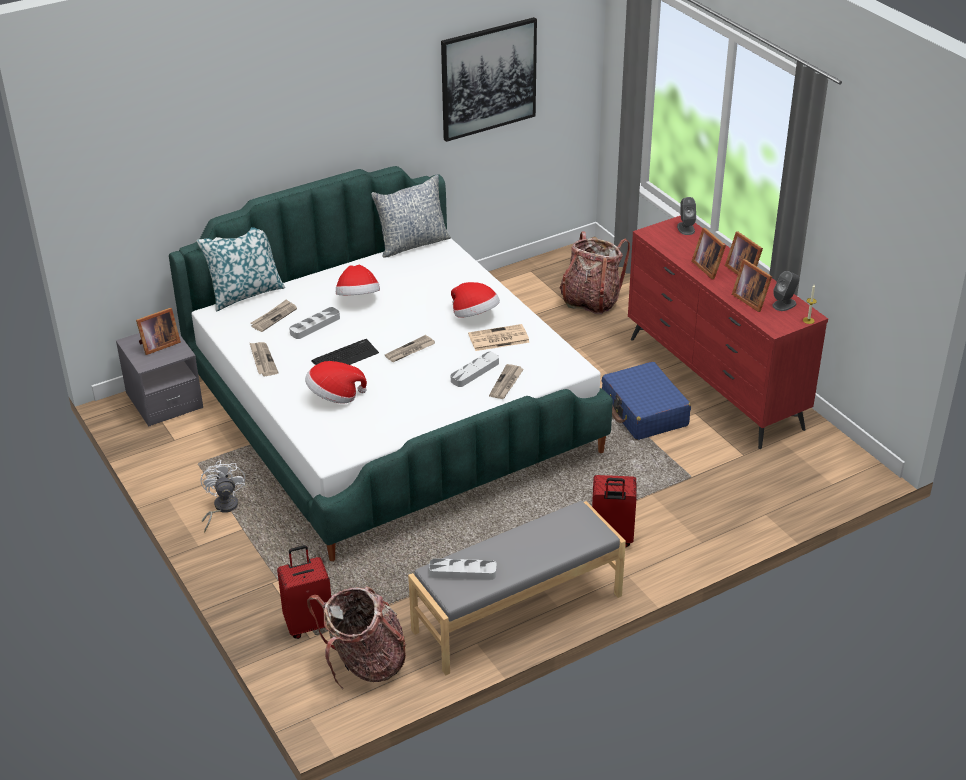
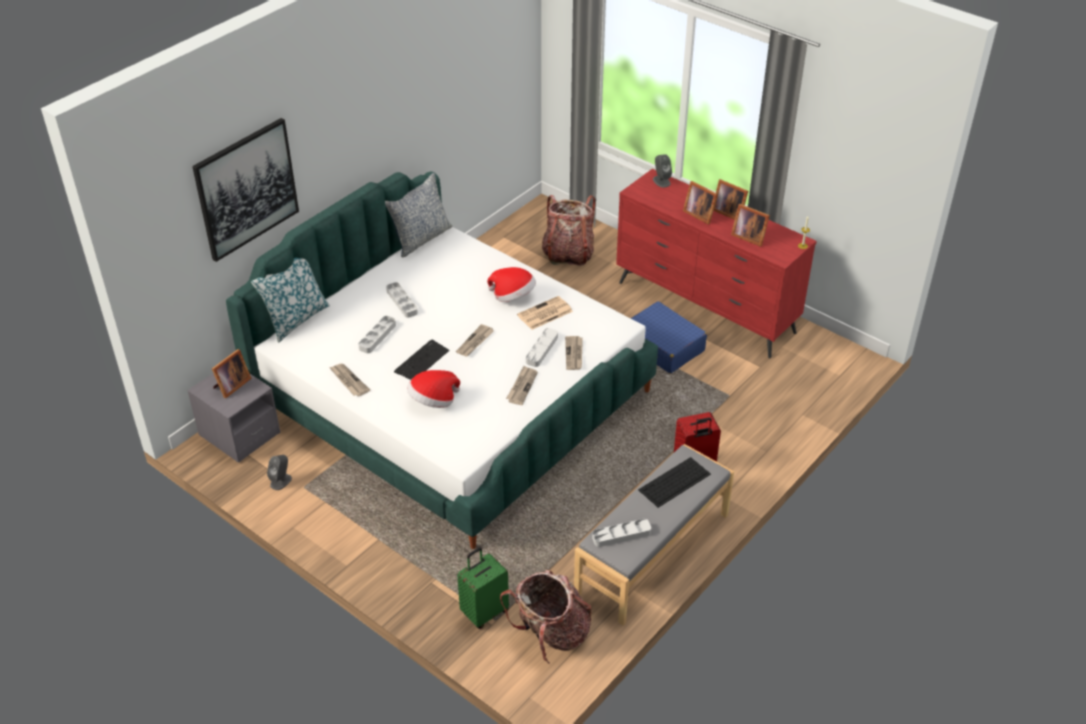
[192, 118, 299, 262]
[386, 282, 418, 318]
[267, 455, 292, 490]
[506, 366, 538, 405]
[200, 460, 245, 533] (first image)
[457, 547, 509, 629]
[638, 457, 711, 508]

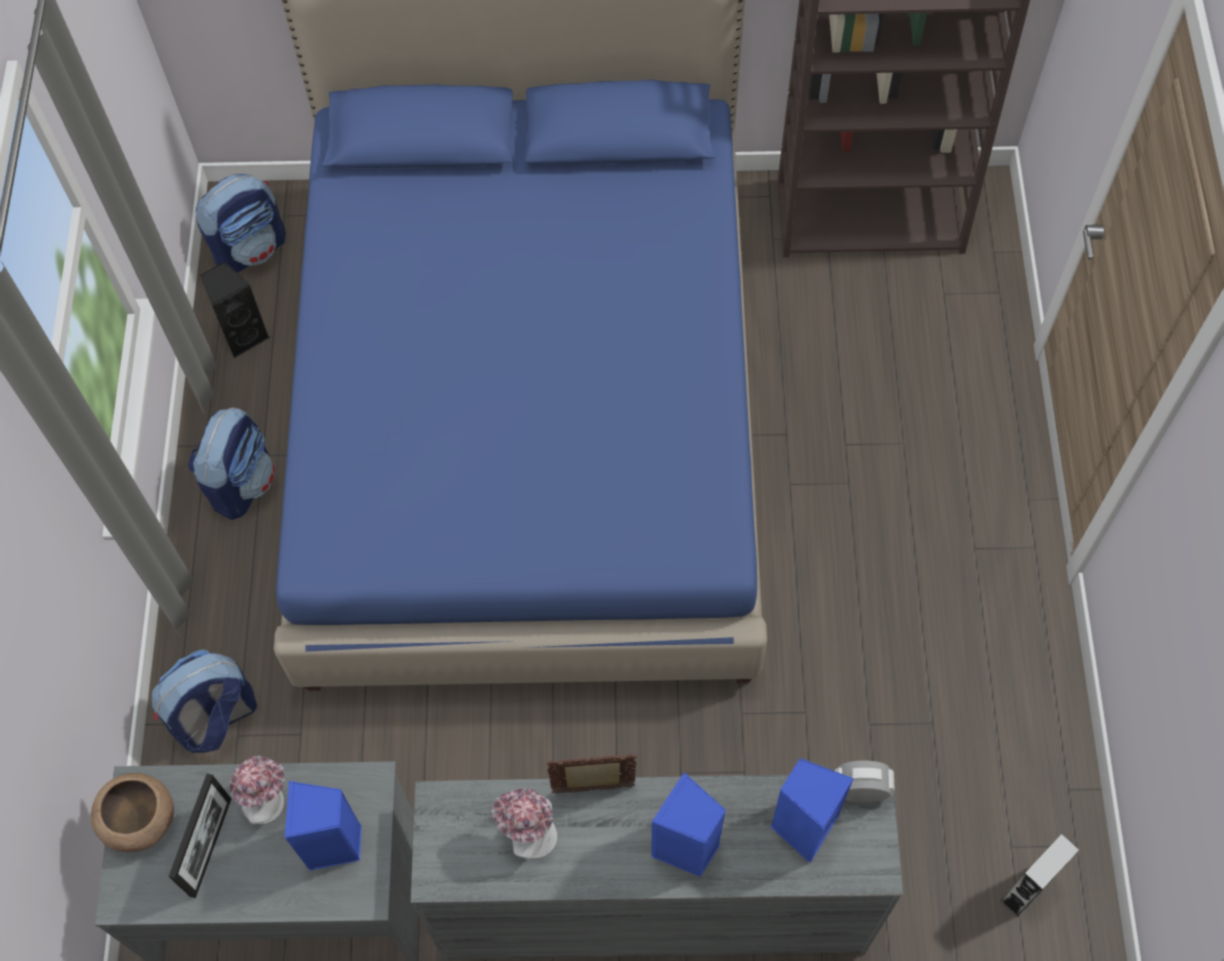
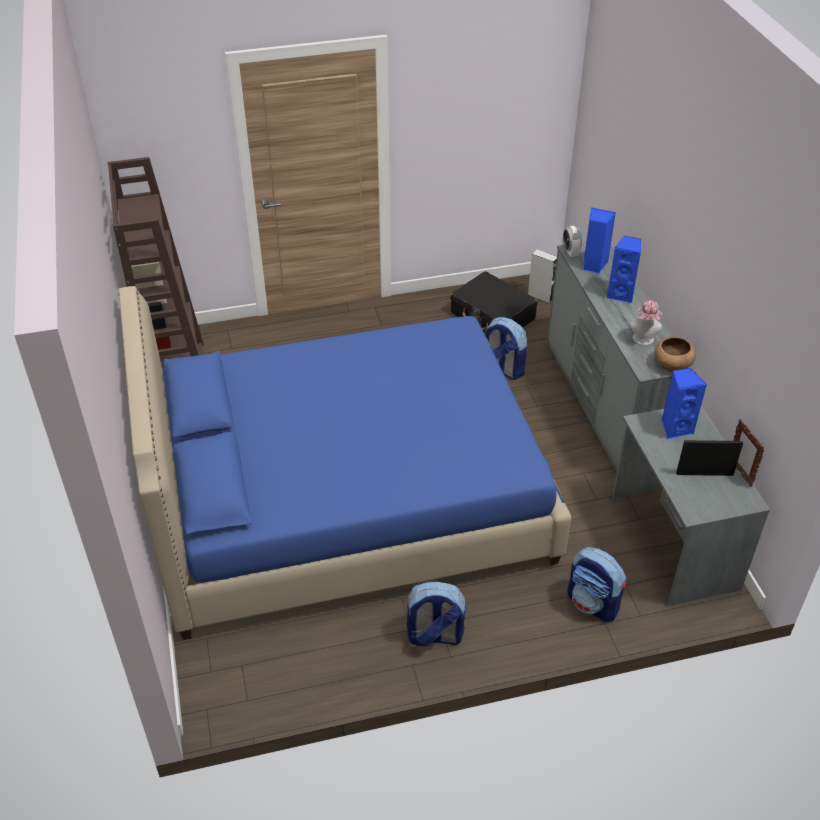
[485, 317, 527, 380]
[200, 261, 270, 358] (first image)
[733, 419, 765, 487]
[230, 756, 285, 824] (first image)
[654, 337, 696, 372]
[450, 271, 537, 333]

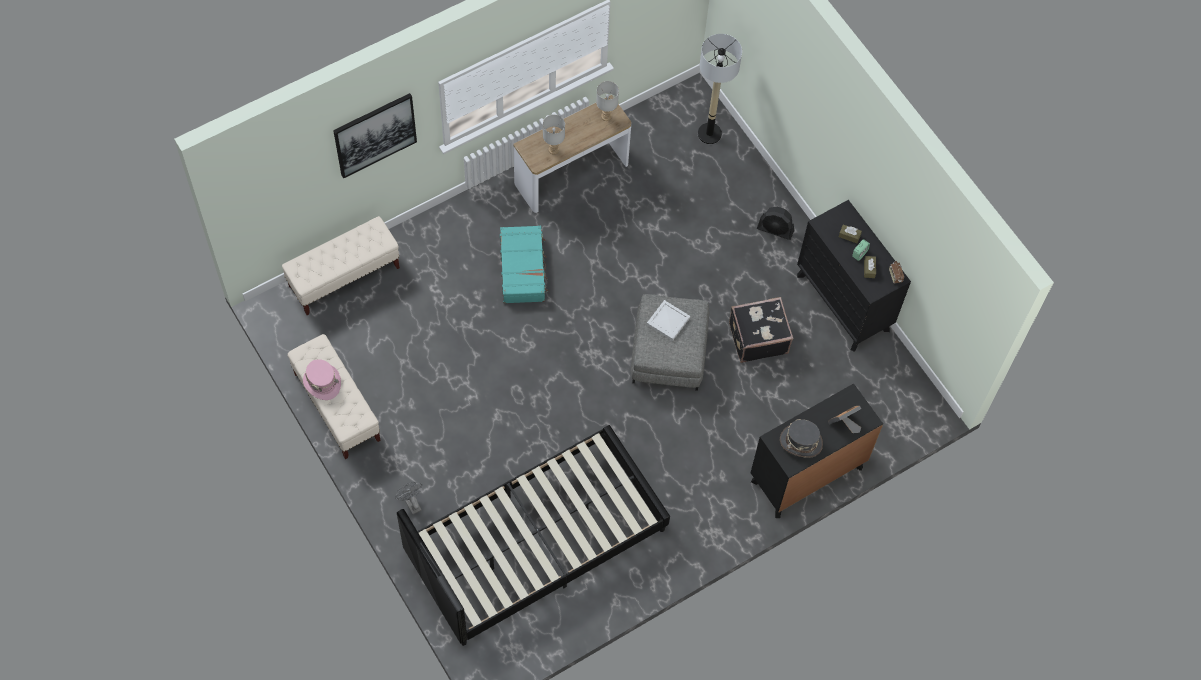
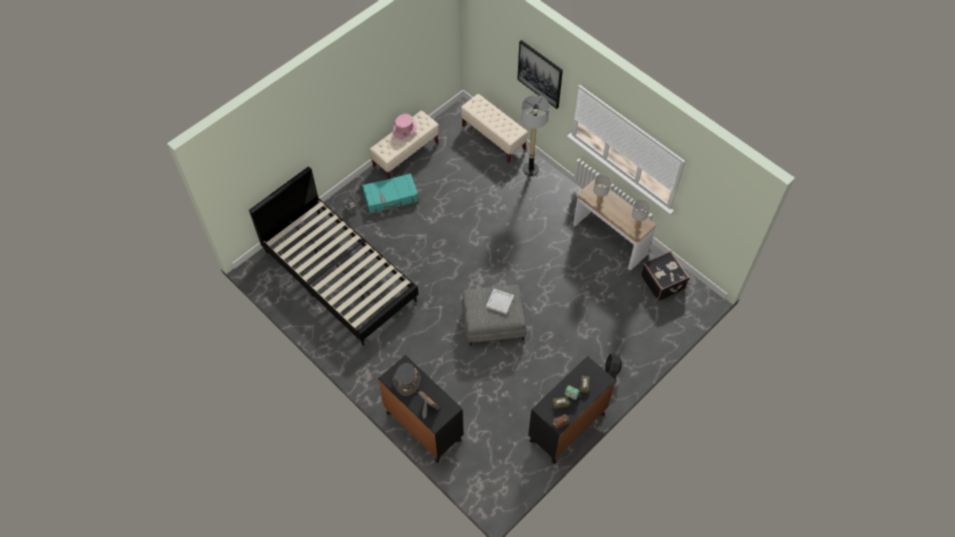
[521, 95, 550, 176]
[362, 173, 418, 213]
[640, 251, 690, 301]

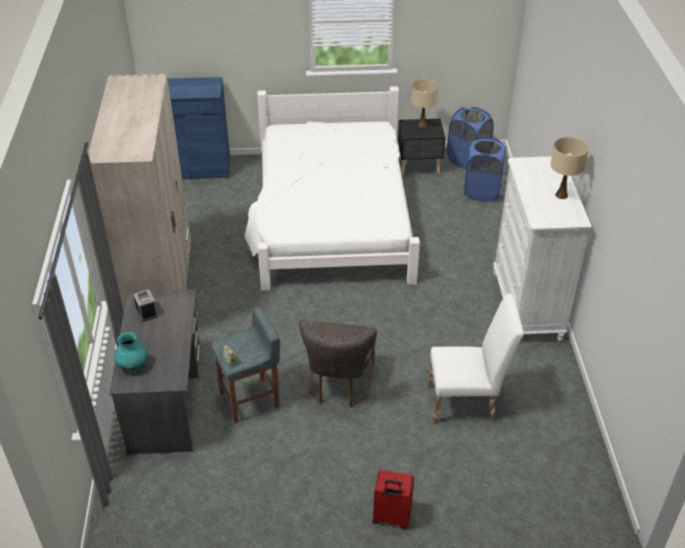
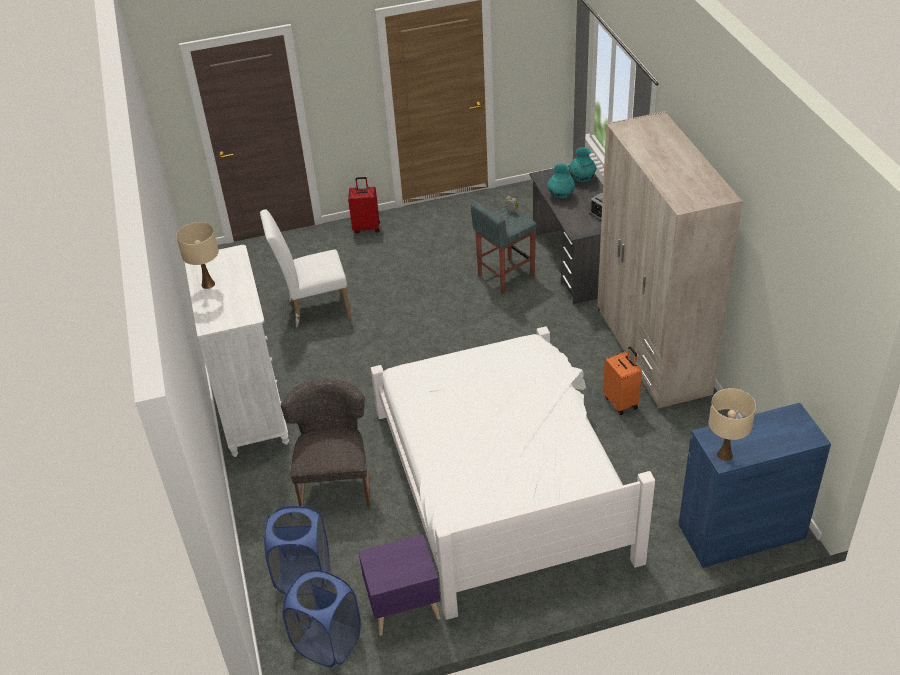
[709, 388, 756, 461]
[358, 535, 440, 636]
[281, 378, 370, 507]
[547, 164, 575, 198]
[603, 346, 642, 415]

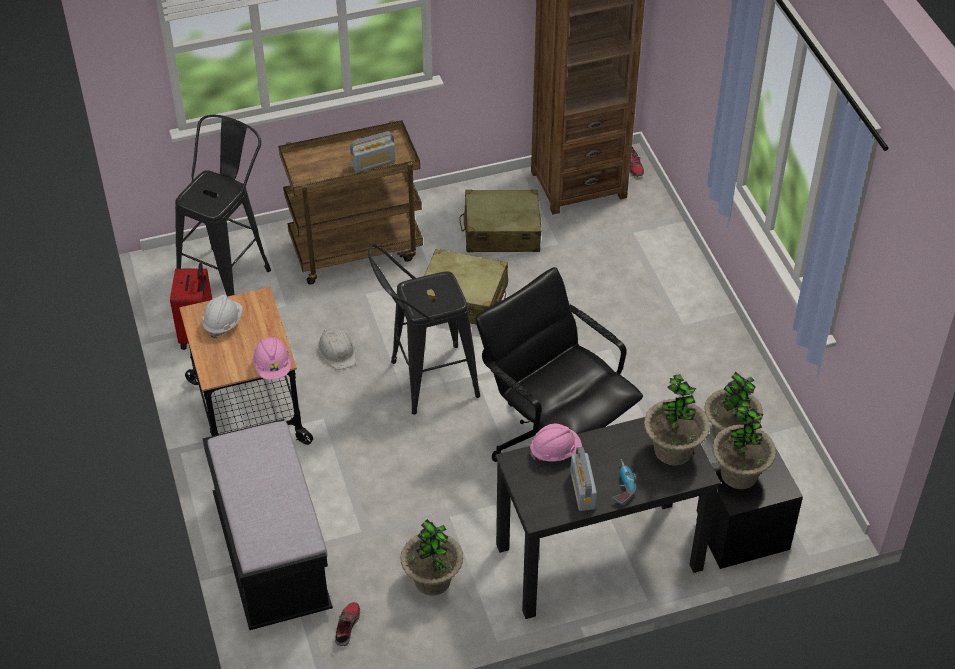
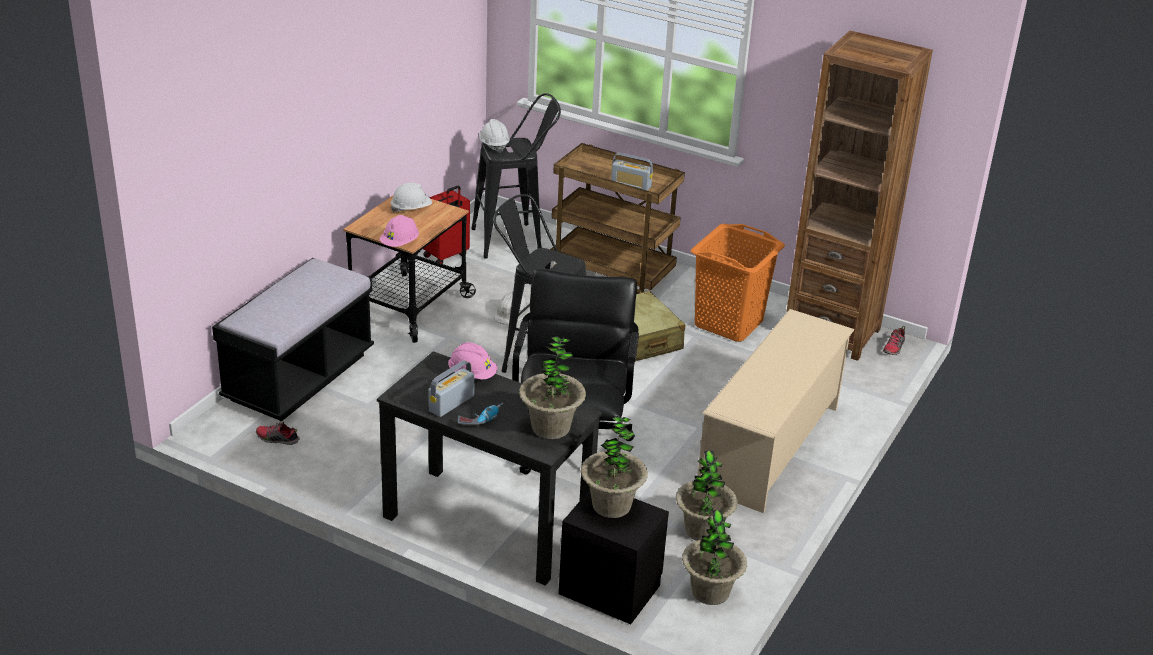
[691, 224, 785, 342]
[682, 510, 747, 605]
[256, 420, 300, 445]
[479, 119, 510, 153]
[697, 309, 854, 513]

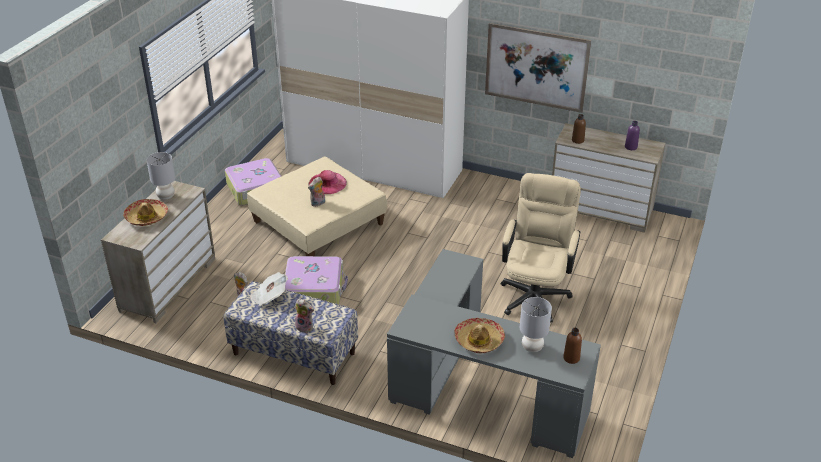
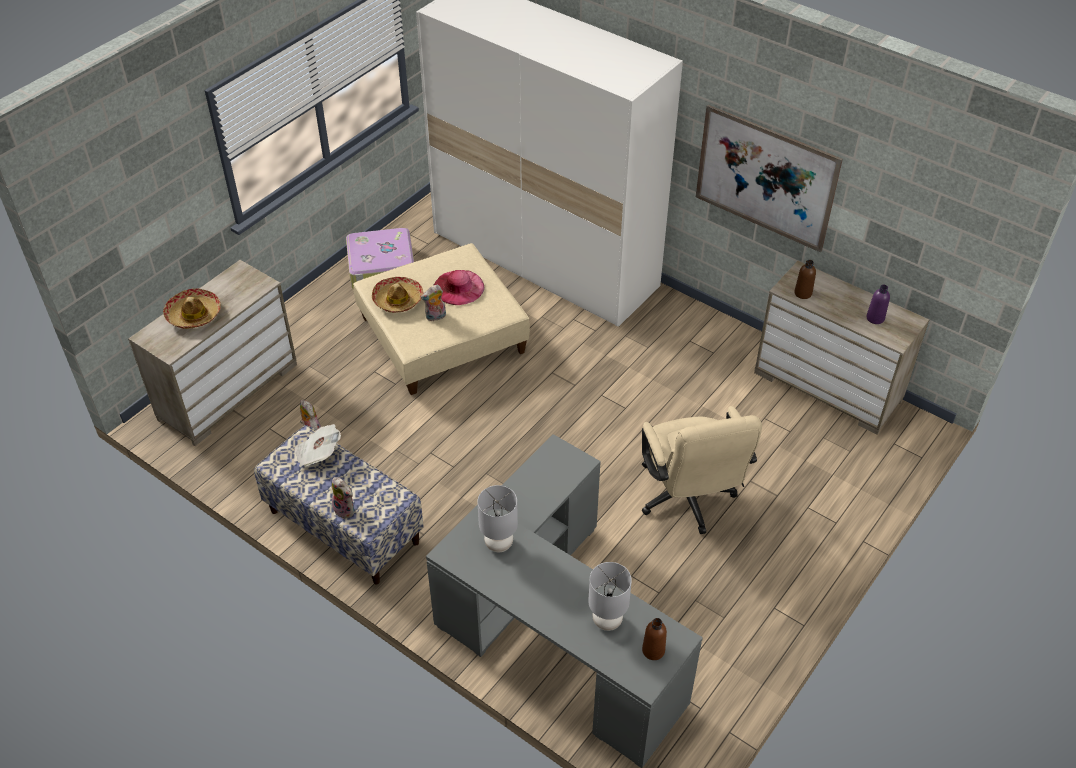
[478, 485, 518, 552]
[642, 406, 762, 534]
[285, 256, 348, 304] (first image)
[372, 277, 423, 313]

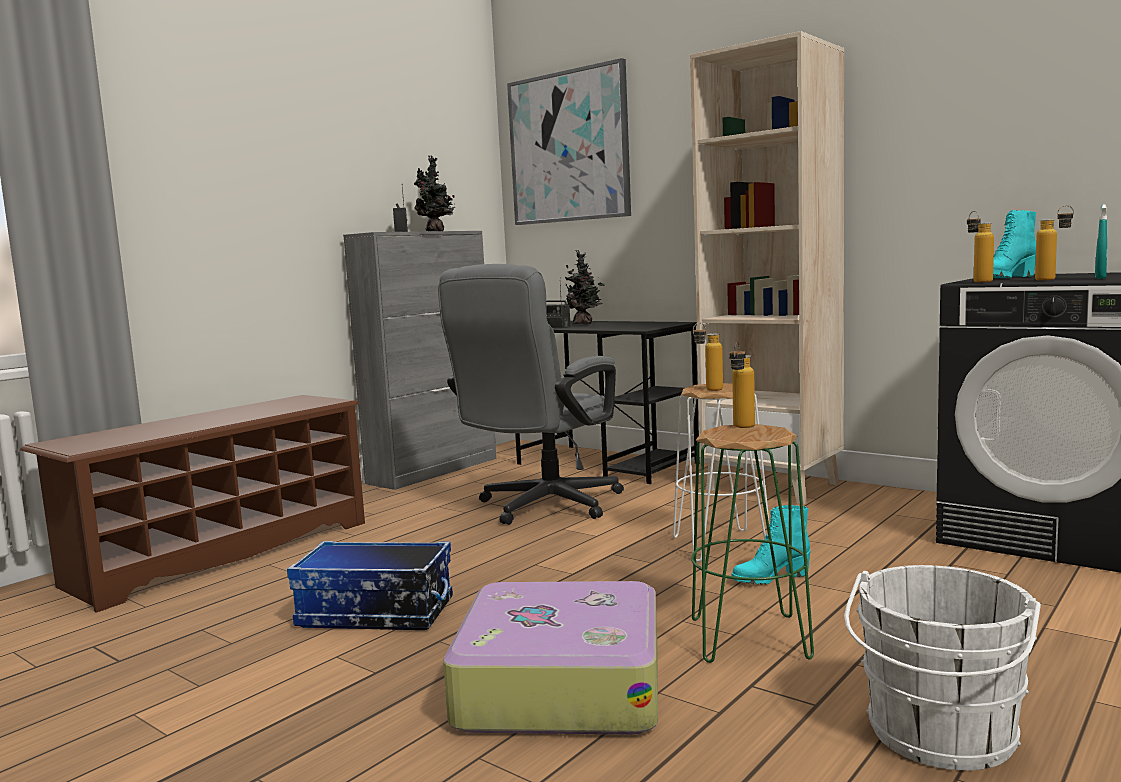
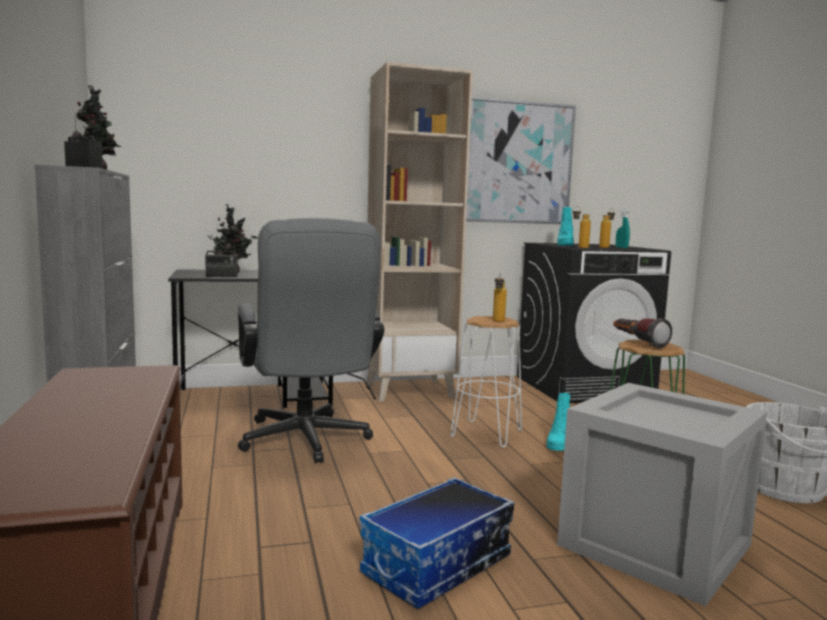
[466, 97, 576, 224]
[614, 318, 672, 348]
[557, 383, 767, 606]

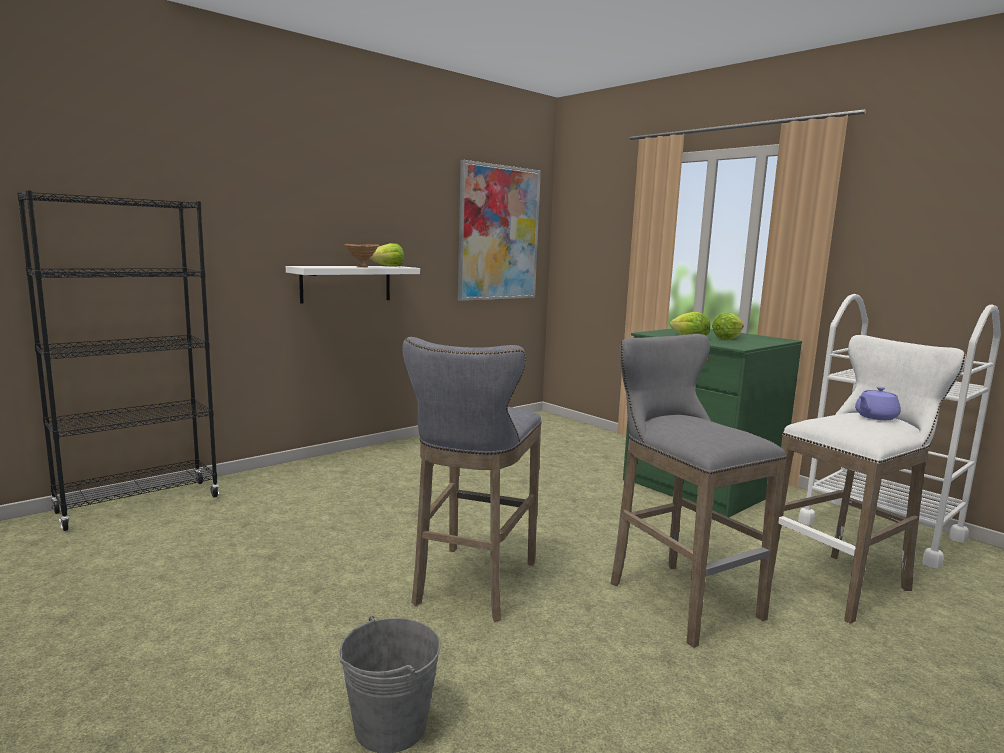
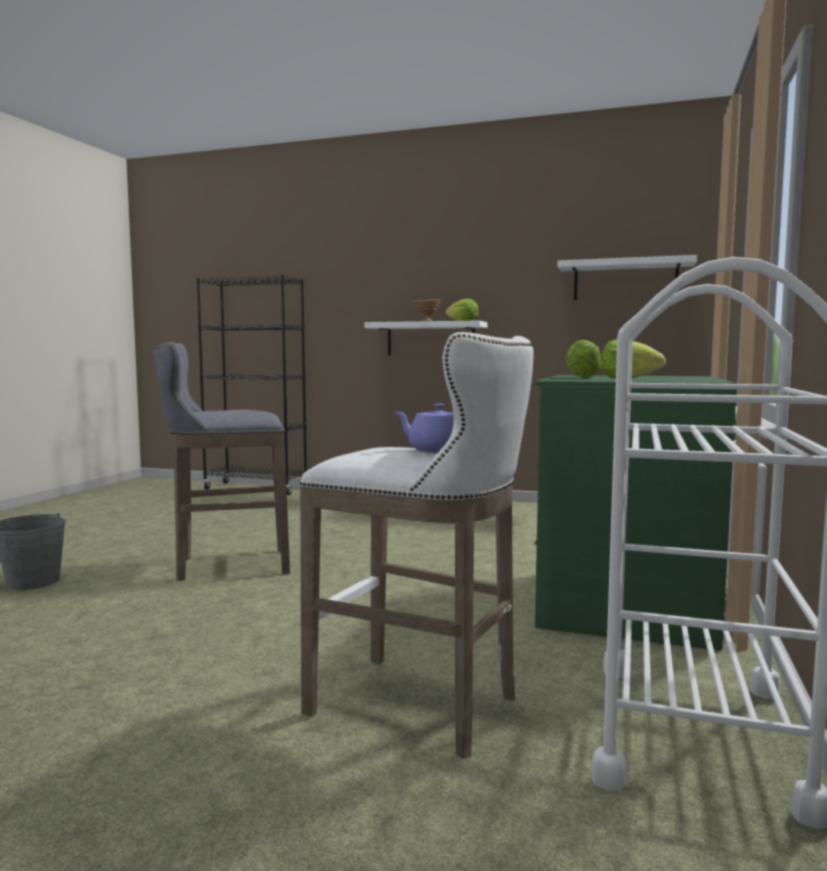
[557, 255, 697, 300]
[610, 334, 786, 648] (first image)

